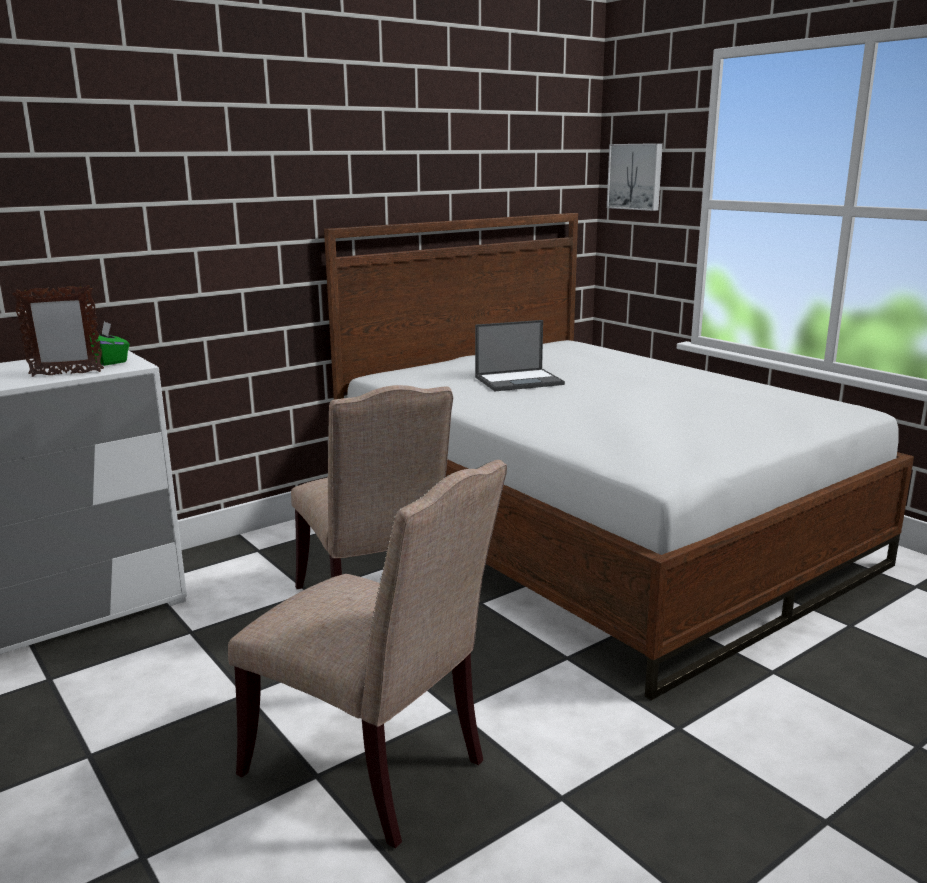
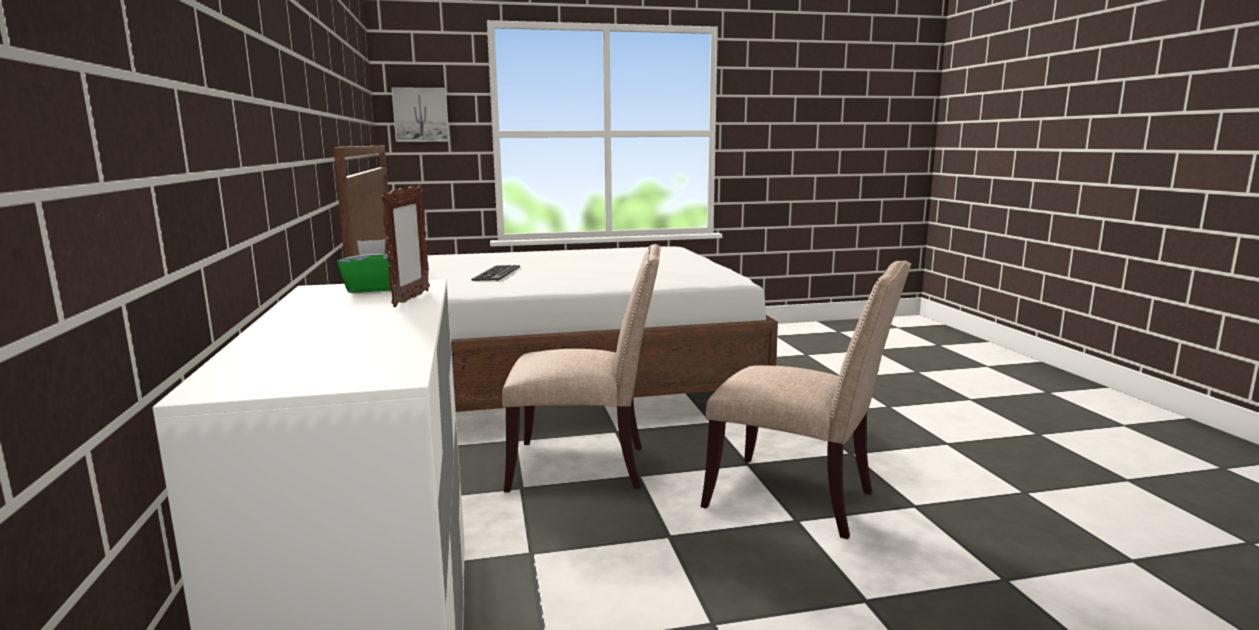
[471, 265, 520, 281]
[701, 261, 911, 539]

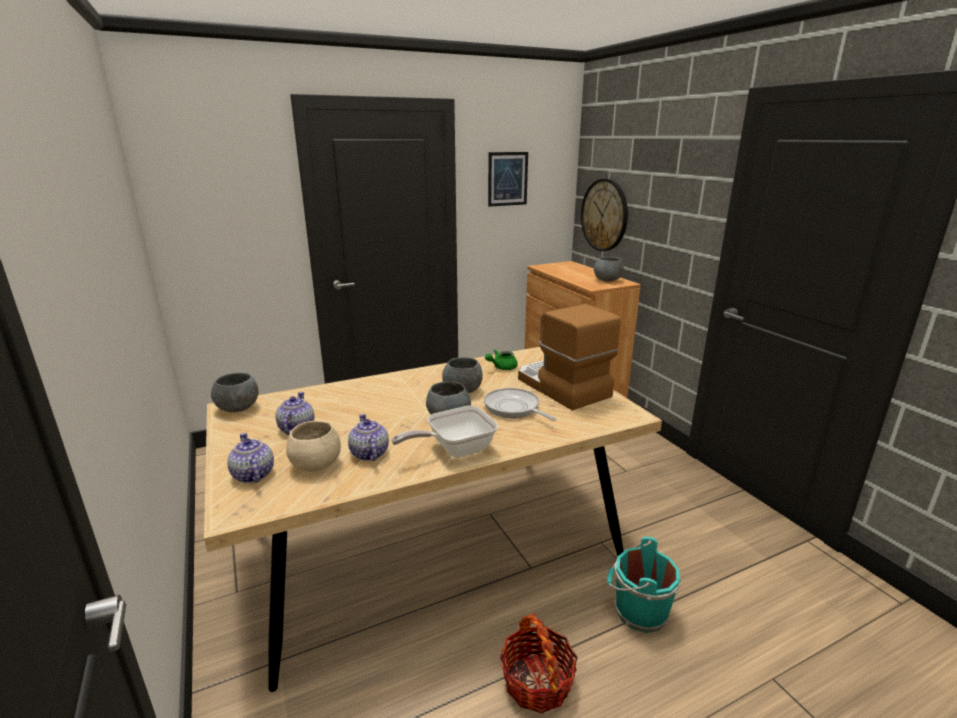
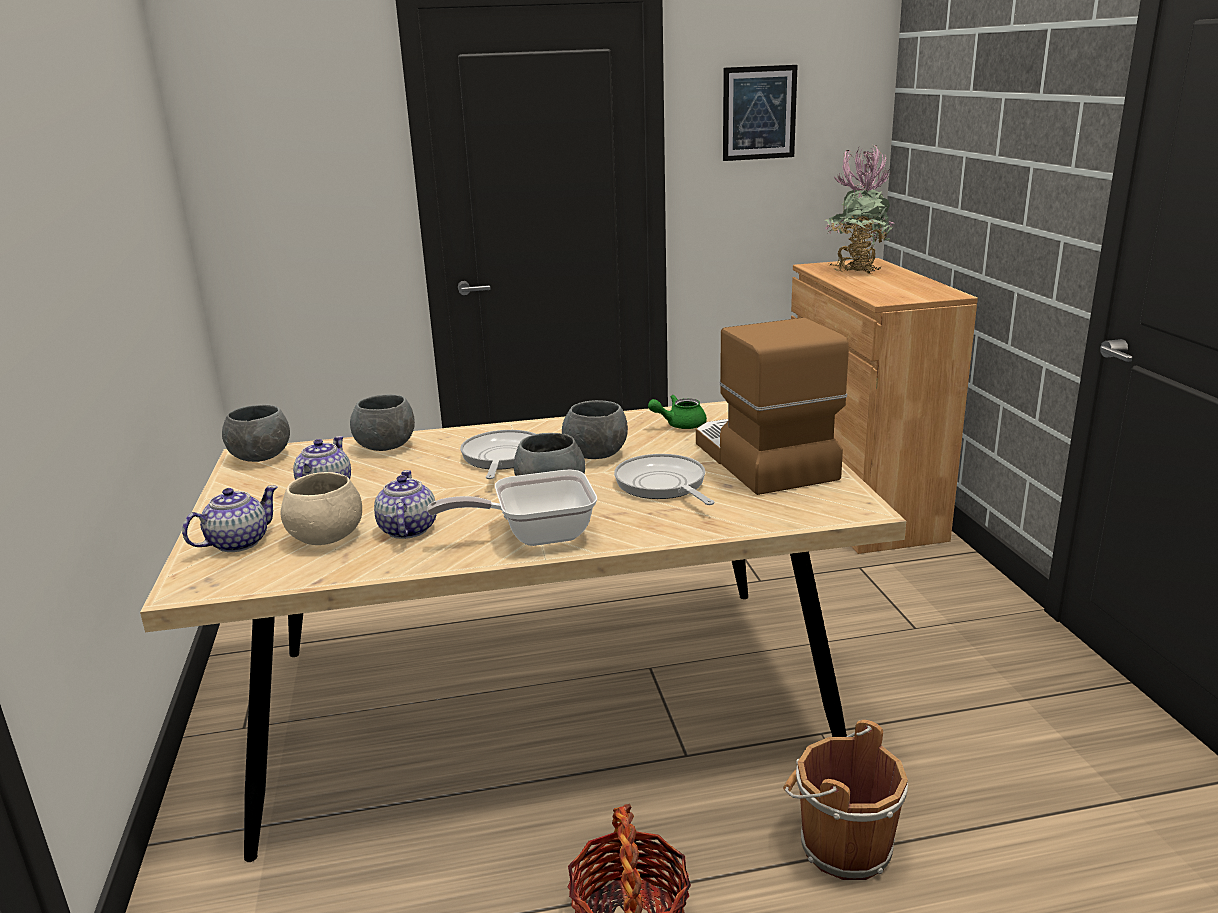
[581, 179, 628, 251] (first image)
[350, 394, 415, 451]
[182, 485, 278, 552]
[783, 720, 908, 880]
[824, 145, 896, 274]
[460, 430, 536, 479]

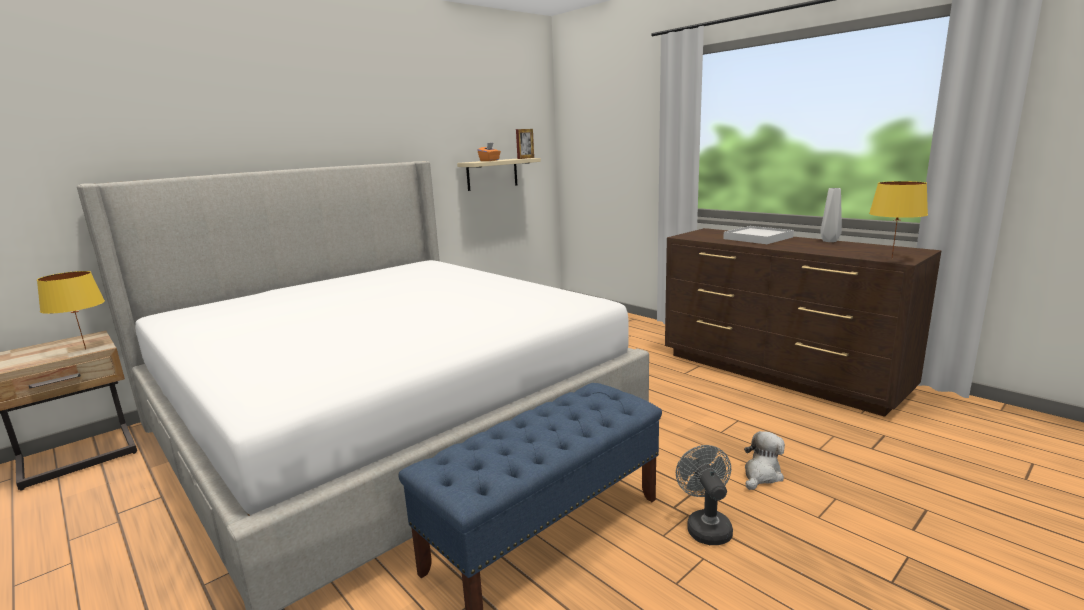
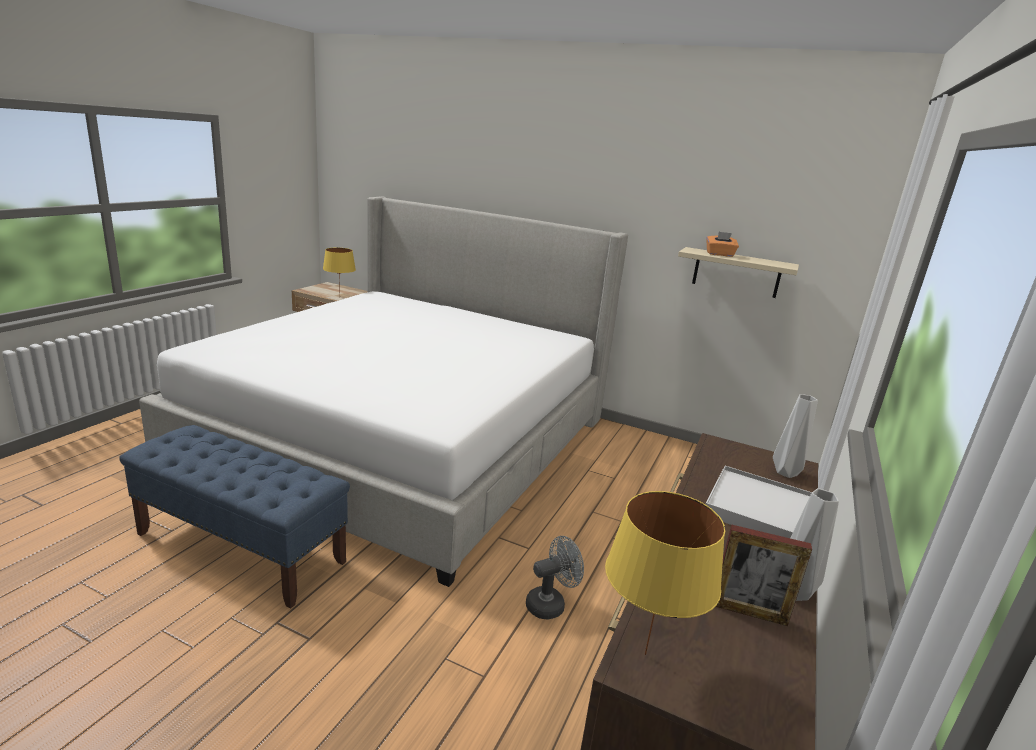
[715, 524, 812, 626]
[744, 431, 785, 490] (first image)
[526, 536, 584, 620]
[773, 394, 818, 478]

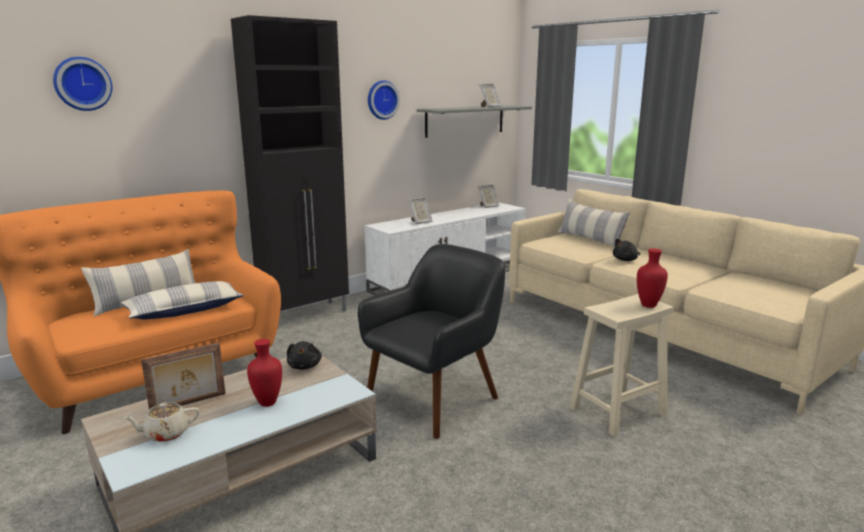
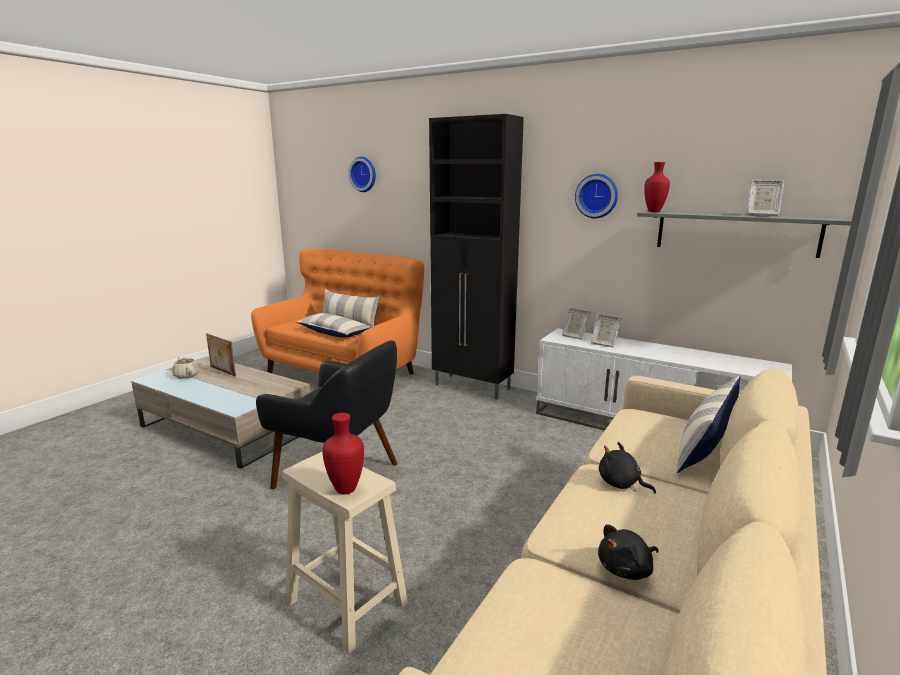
[562, 307, 591, 340]
[644, 162, 670, 212]
[598, 524, 659, 580]

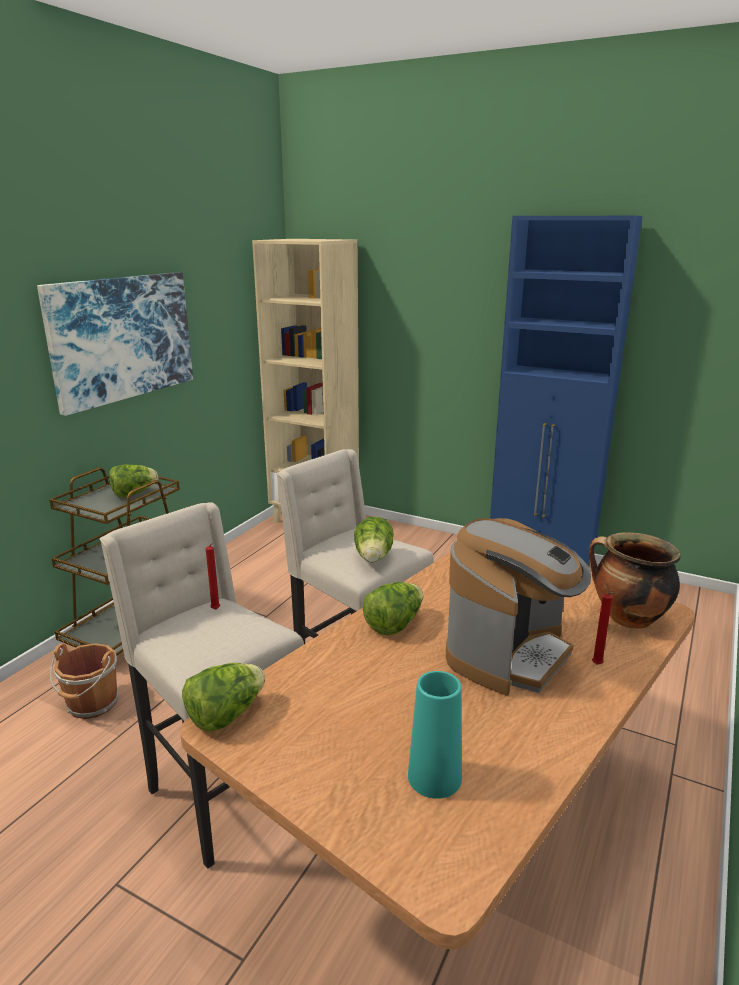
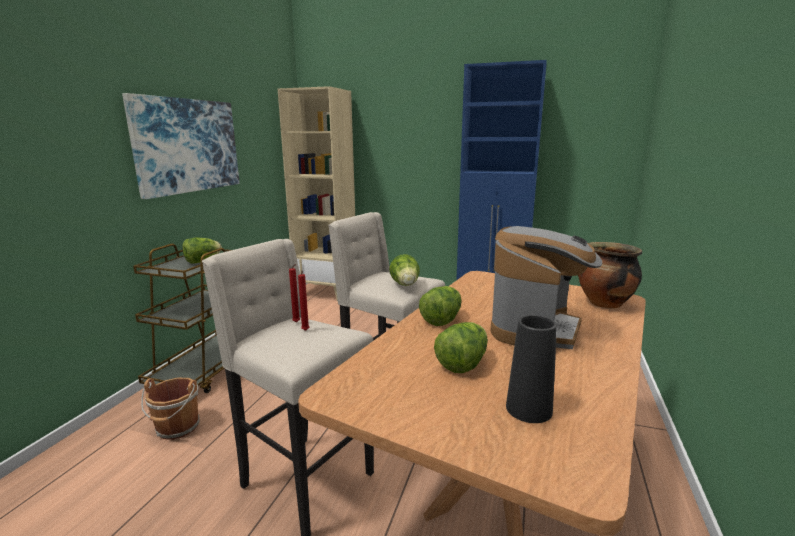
[298, 271, 309, 331]
[434, 322, 488, 373]
[506, 315, 557, 423]

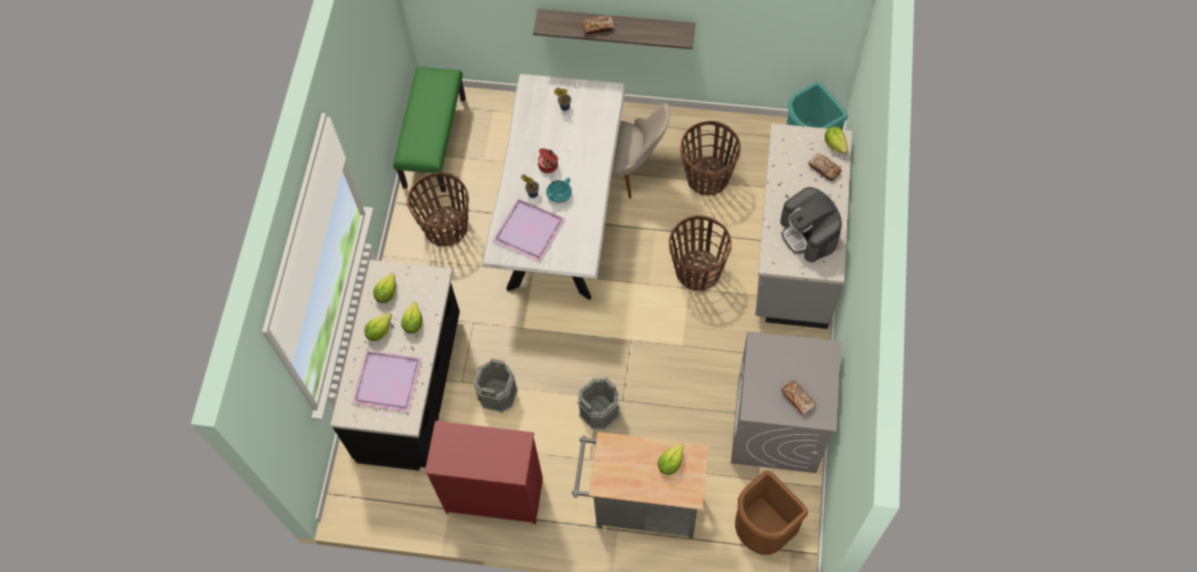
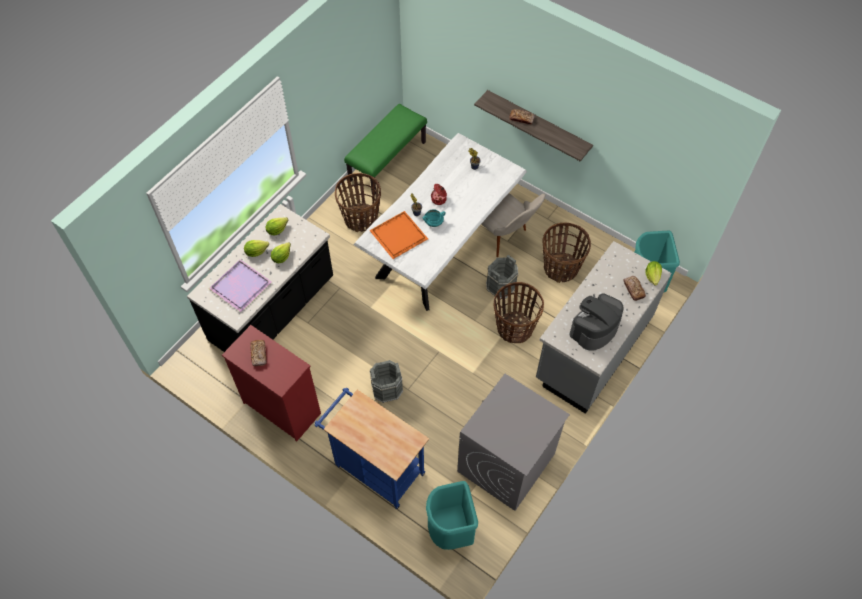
[570, 293, 623, 351]
[369, 211, 428, 259]
[486, 255, 518, 298]
[250, 340, 267, 366]
[314, 388, 429, 509]
[658, 443, 684, 475] (first image)
[426, 481, 478, 550]

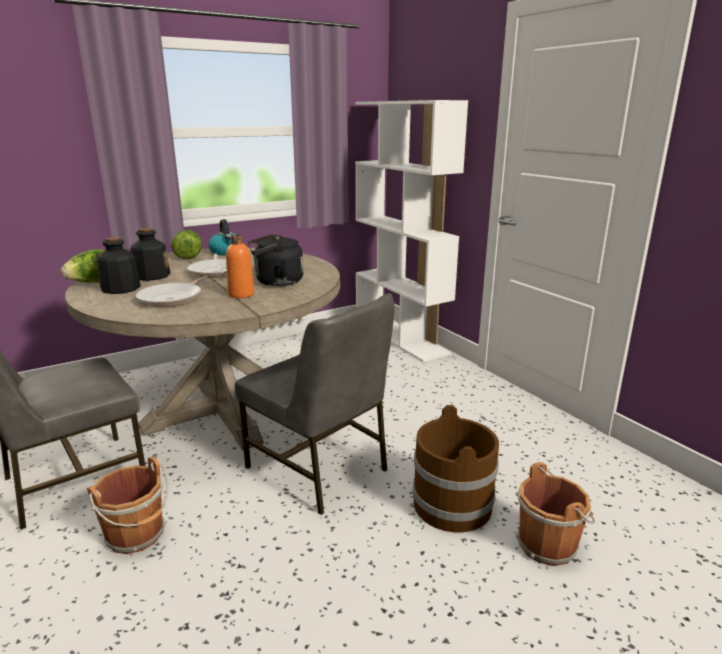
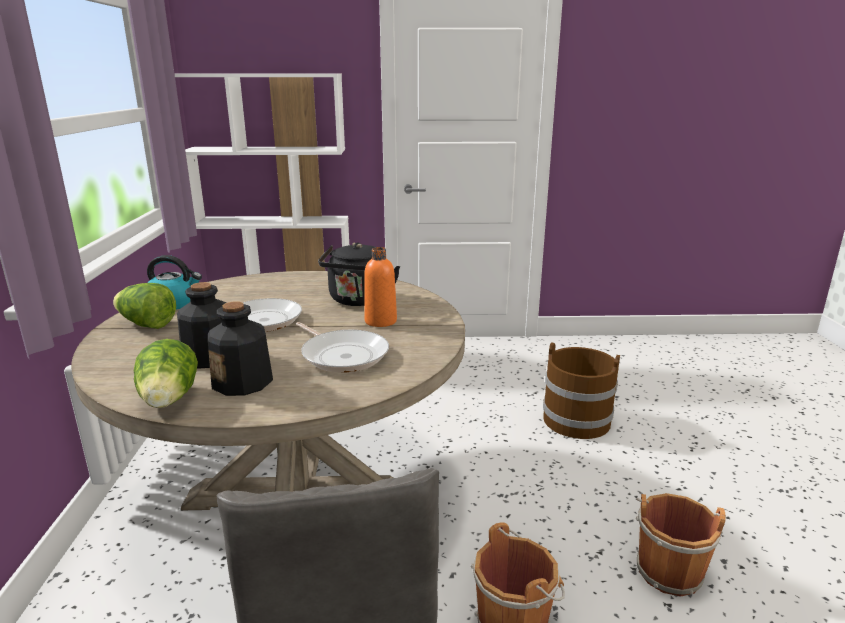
[235, 293, 395, 515] (first image)
[636, 493, 726, 597]

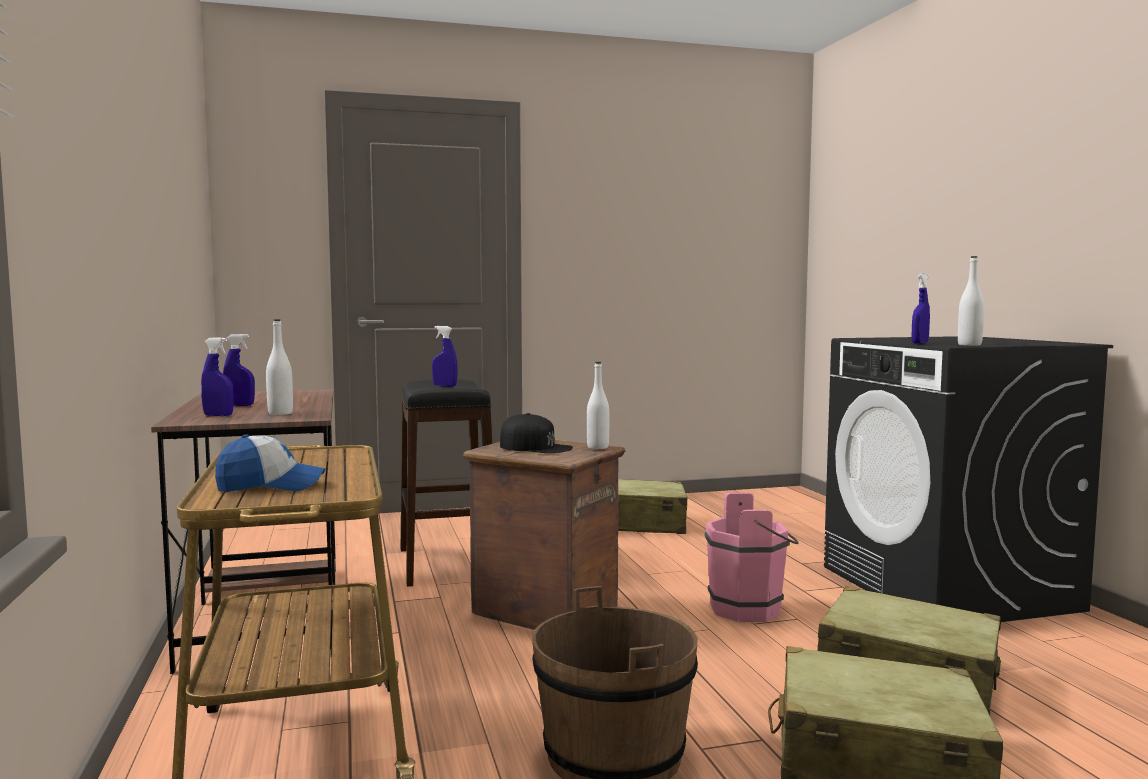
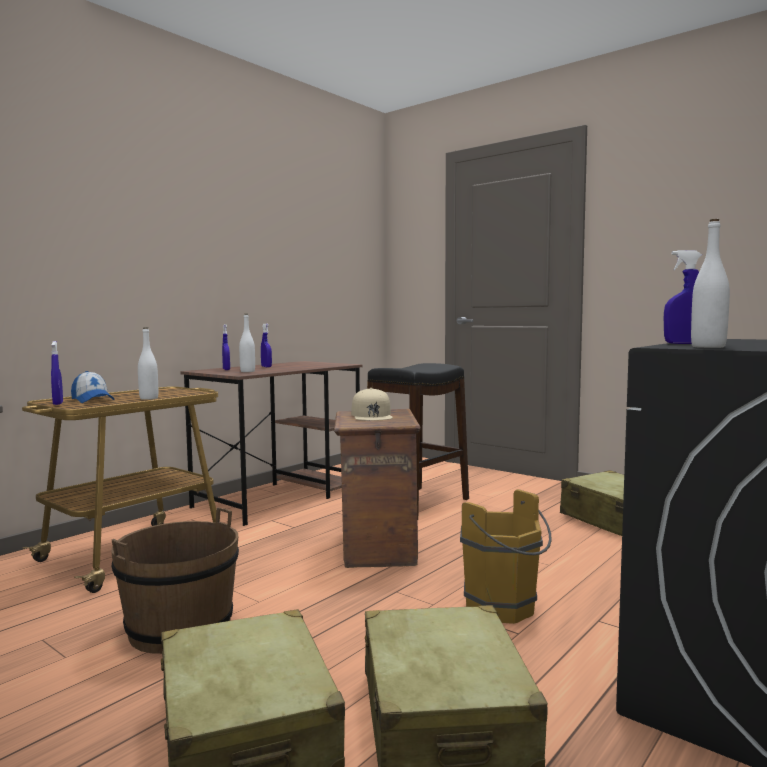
[51, 341, 63, 405]
[138, 327, 158, 400]
[351, 388, 393, 421]
[460, 489, 552, 624]

